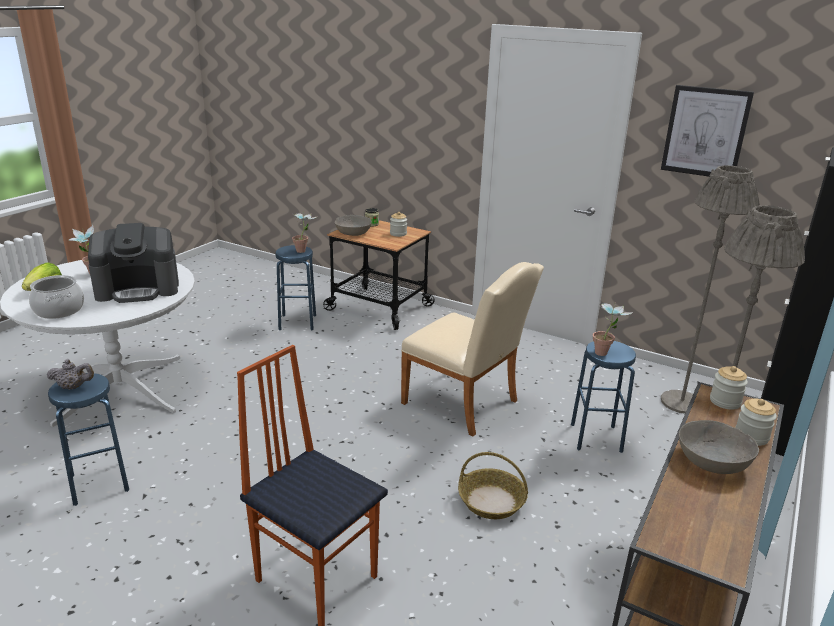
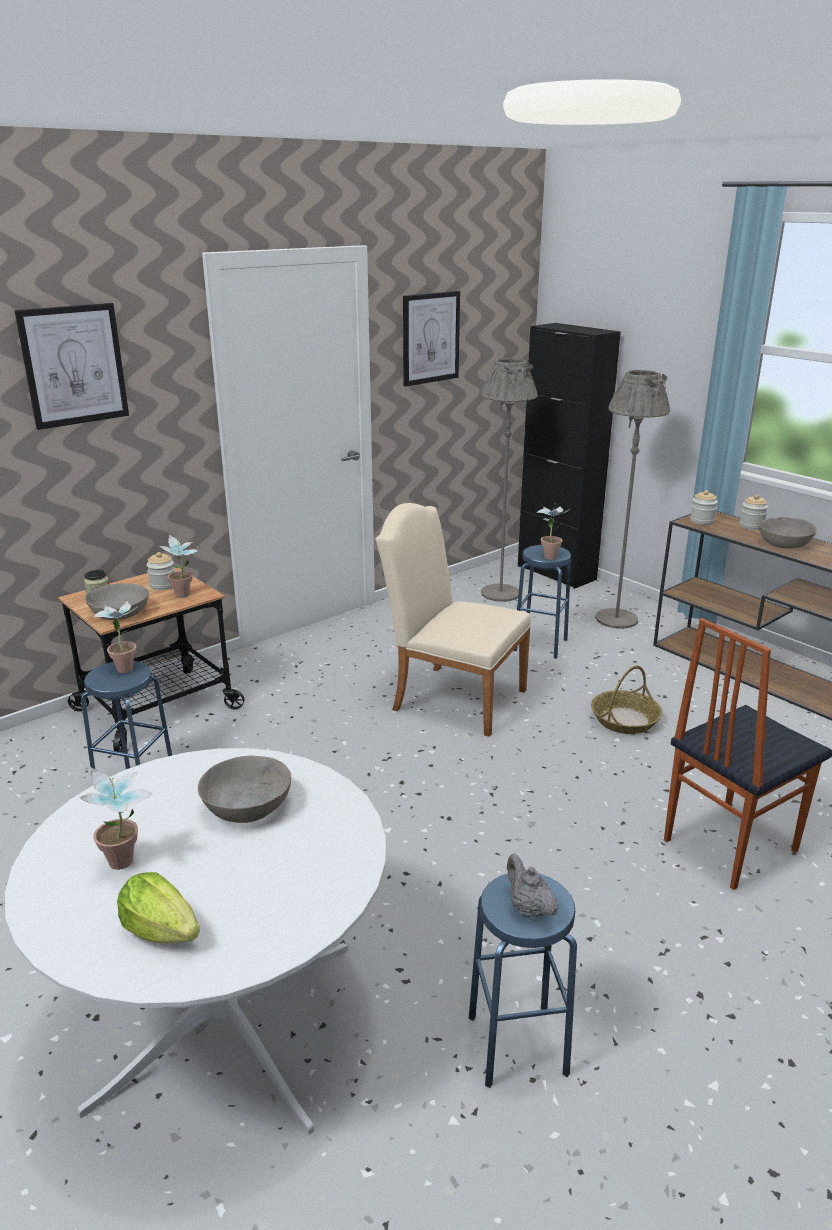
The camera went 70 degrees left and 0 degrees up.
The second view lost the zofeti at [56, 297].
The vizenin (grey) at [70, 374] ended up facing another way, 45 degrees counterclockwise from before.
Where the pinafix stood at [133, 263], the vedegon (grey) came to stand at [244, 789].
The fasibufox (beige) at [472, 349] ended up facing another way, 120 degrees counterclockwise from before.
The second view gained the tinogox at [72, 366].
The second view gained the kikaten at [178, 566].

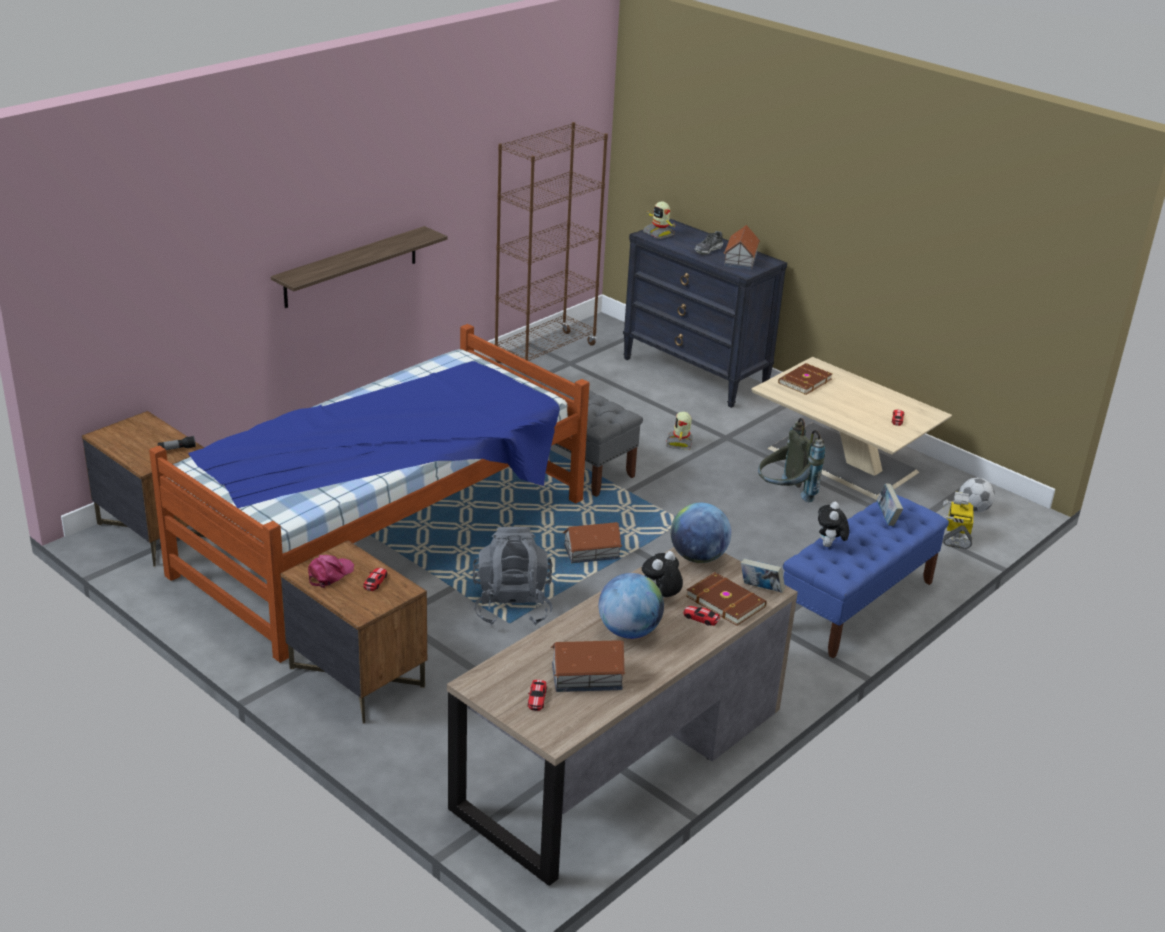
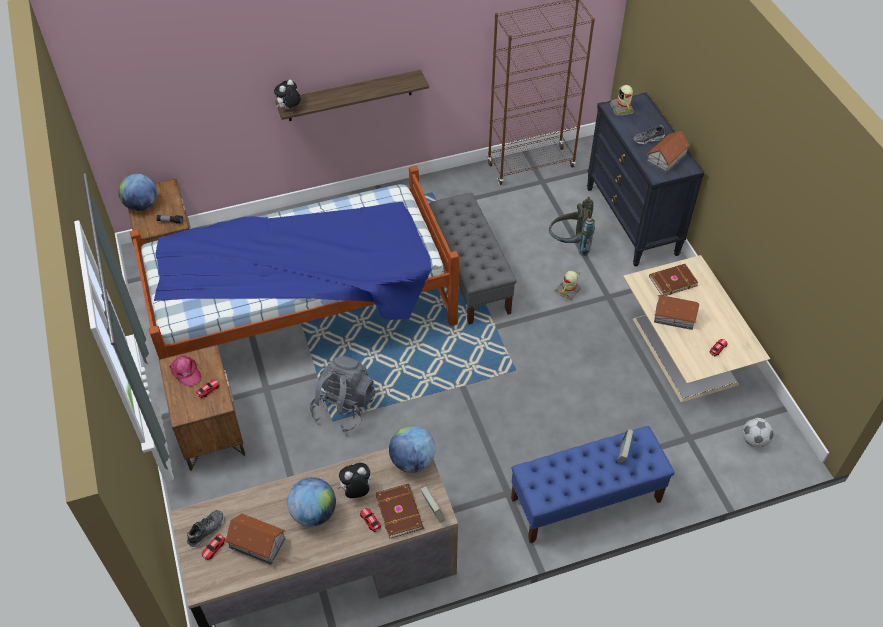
The camera went 30 degrees right and 20 degrees up.
The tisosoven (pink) at [331, 571] ended up facing another way, 75 degrees clockwise from before.
The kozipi ended up elsewhere, having gone from [592, 542] to [676, 312].
The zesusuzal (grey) ended up elsewhere, having gone from [791, 460] to [572, 226].
The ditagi ended up elsewhere, having gone from [833, 524] to [287, 94].
The second view lost the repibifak at [958, 520].
The second view gained the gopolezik at [137, 192].
The second view gained the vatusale at [205, 529].

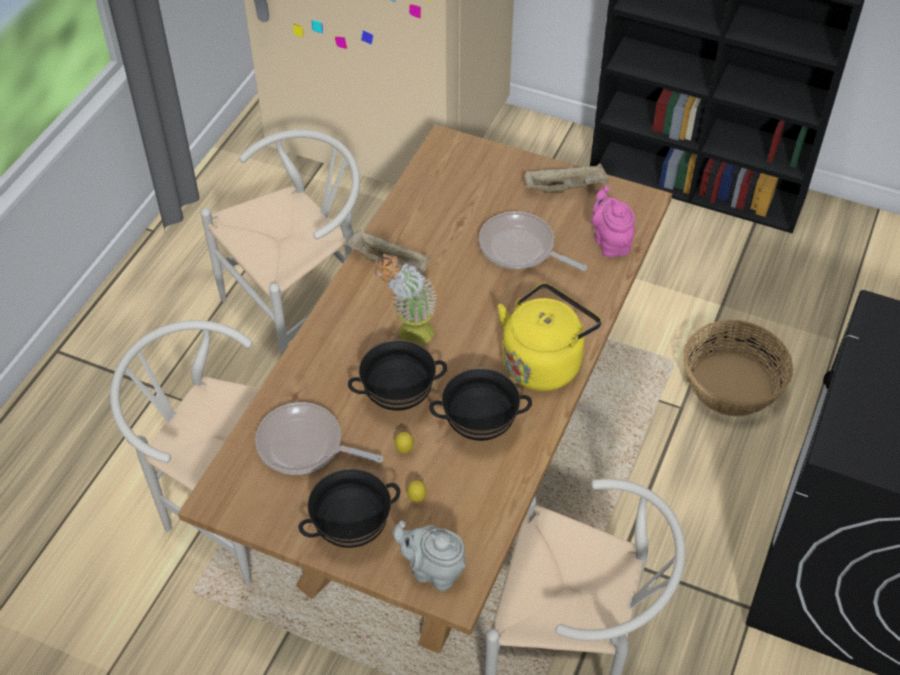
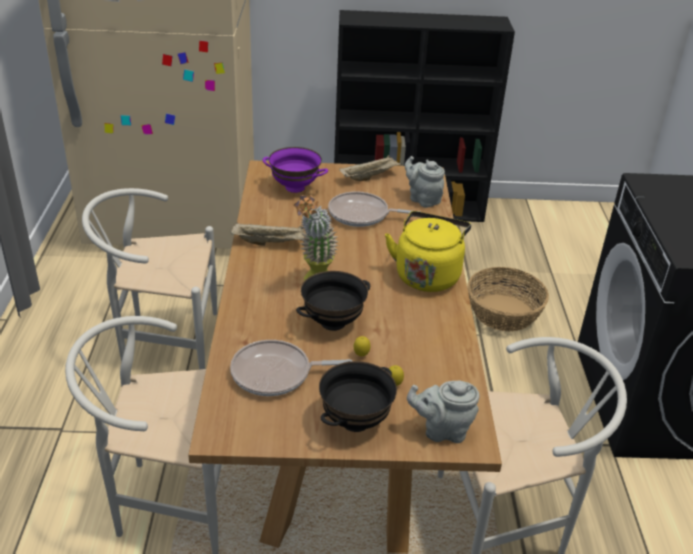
The camera went 25 degrees left and 15 degrees down.
The fasibufox (white) at [280, 242] ended up facing another way, 120 degrees counterclockwise from before.
The second view lost the vedegon (black) at [480, 404].
What was the vizenin (pink) at [613, 221] turned into the vizenin (grey) at [425, 182].
The second view gained the vedegon (purple) at [295, 170].

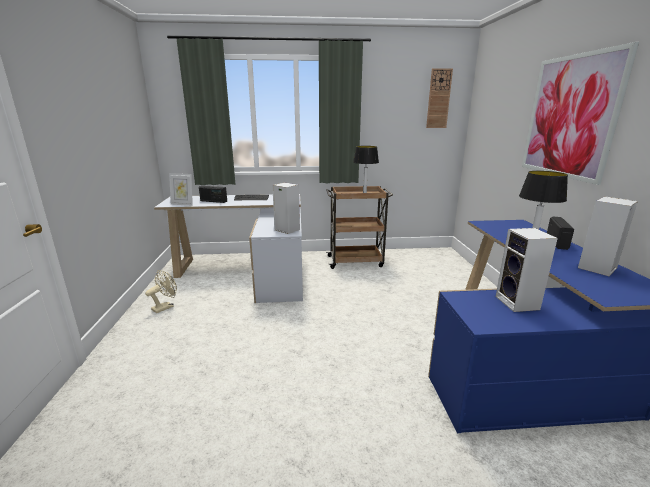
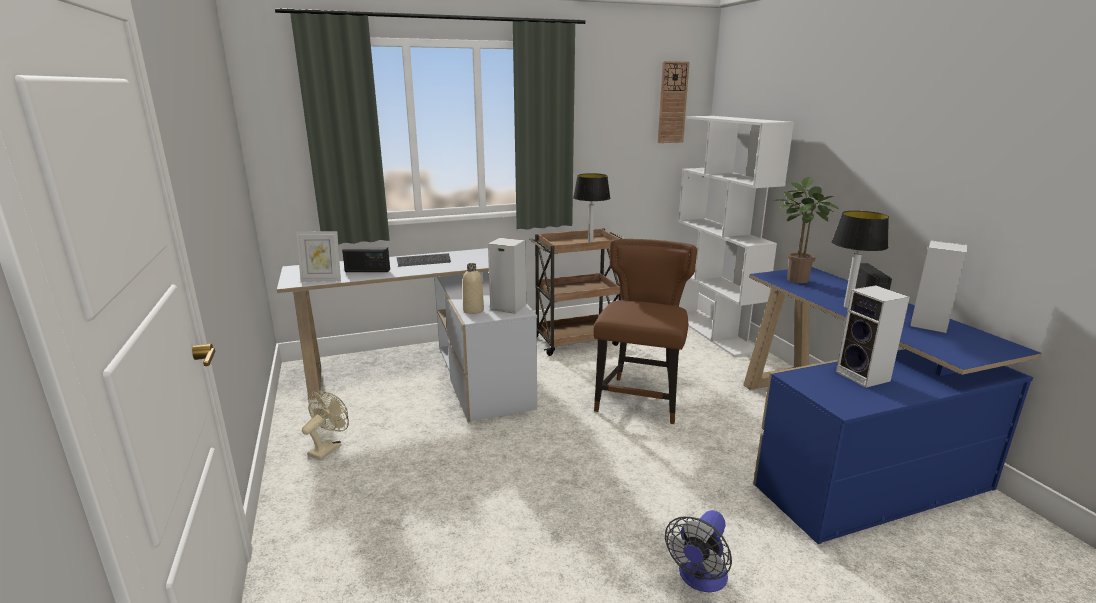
The camera went 15 degrees left and 0 degrees up.
The second view lost the tinogox at [580, 113].
The second view gained the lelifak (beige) at [473, 288].
The second view gained the fasibufox (brown) at [645, 331].
The second view gained the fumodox at [698, 551].
The second view gained the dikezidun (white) at [736, 236].
The second view gained the kikaten at [807, 230].

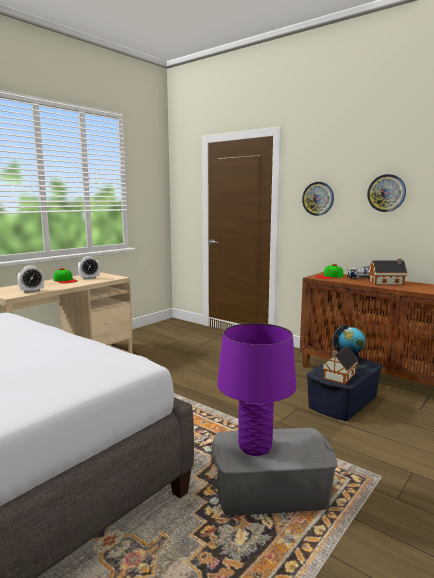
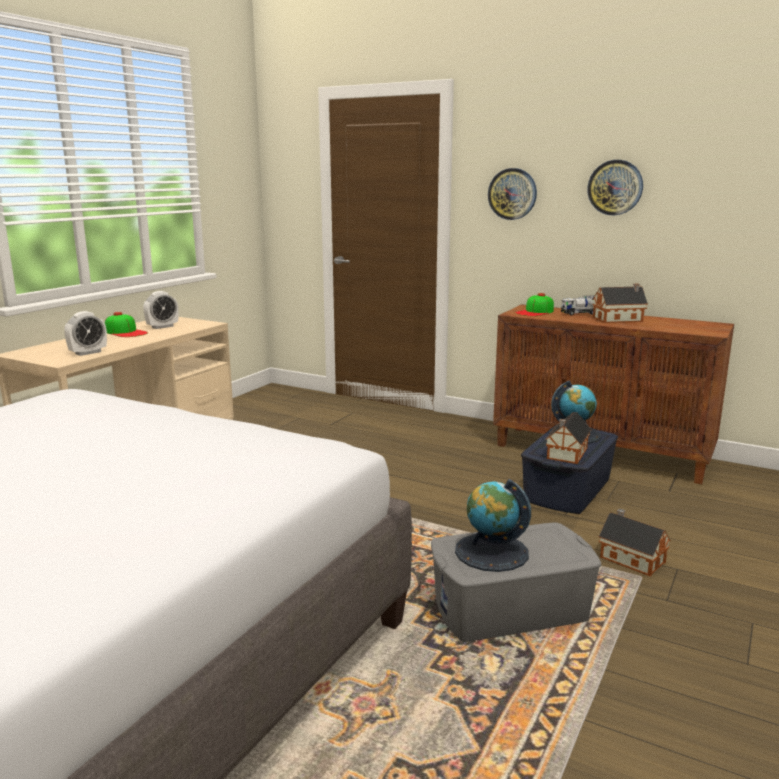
The camera went 10 degrees left and 5 degrees up.
Where the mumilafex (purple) stood at [256, 389], the gopolezik came to stand at [493, 525].
The second view gained the kozipi at [635, 543].

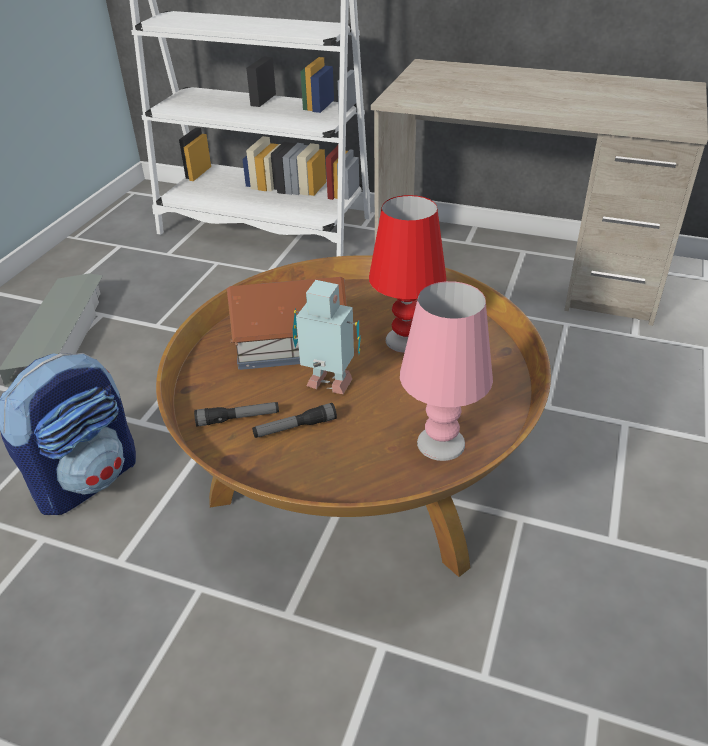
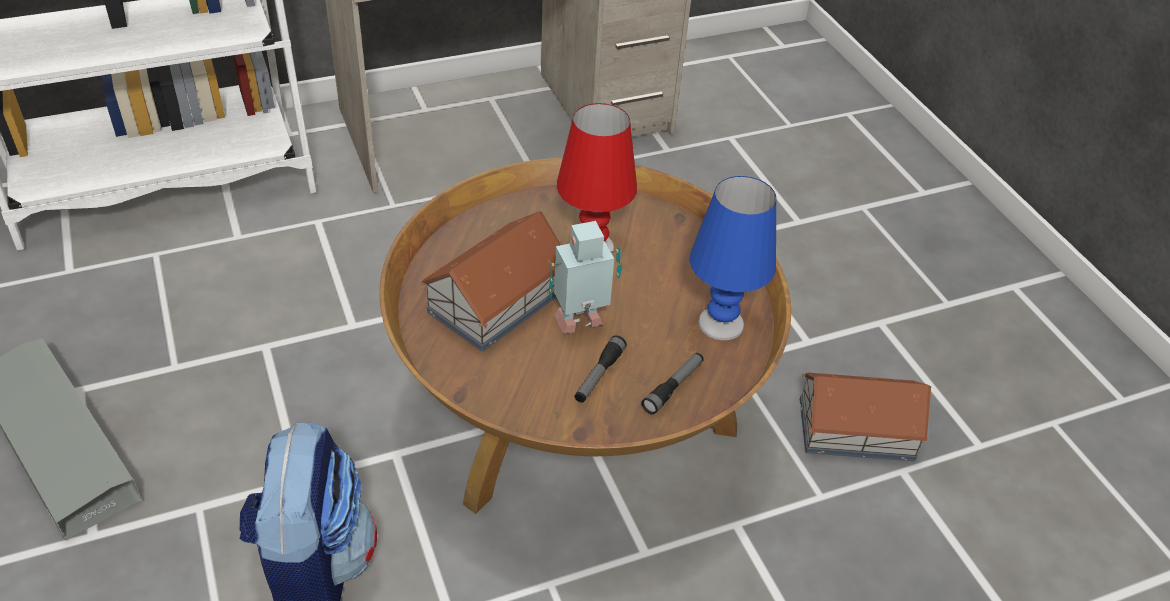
The camera went 45 degrees left and 5 degrees up.
The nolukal ended up elsewhere, having gone from [236, 414] to [672, 384].
What was the mumilafex (pink) at [446, 371] turned into the mumilafex (blue) at [733, 258].
The second view gained the kozipi at [865, 417].

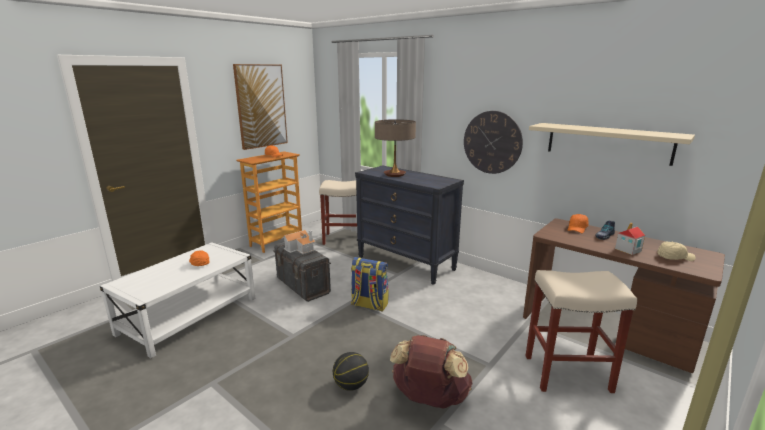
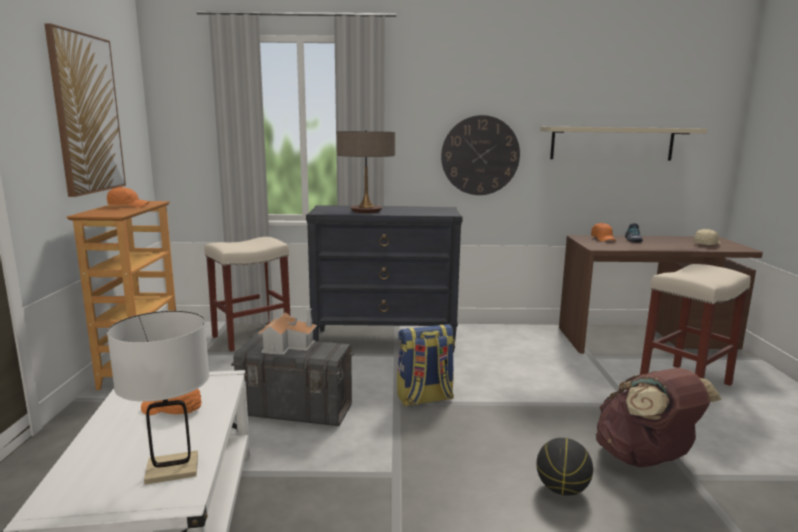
The camera went 40 degrees left and 5 degrees down.
The second view lost the kozipi at [630, 239].
The second view gained the mumilafex (white) at [158, 398].

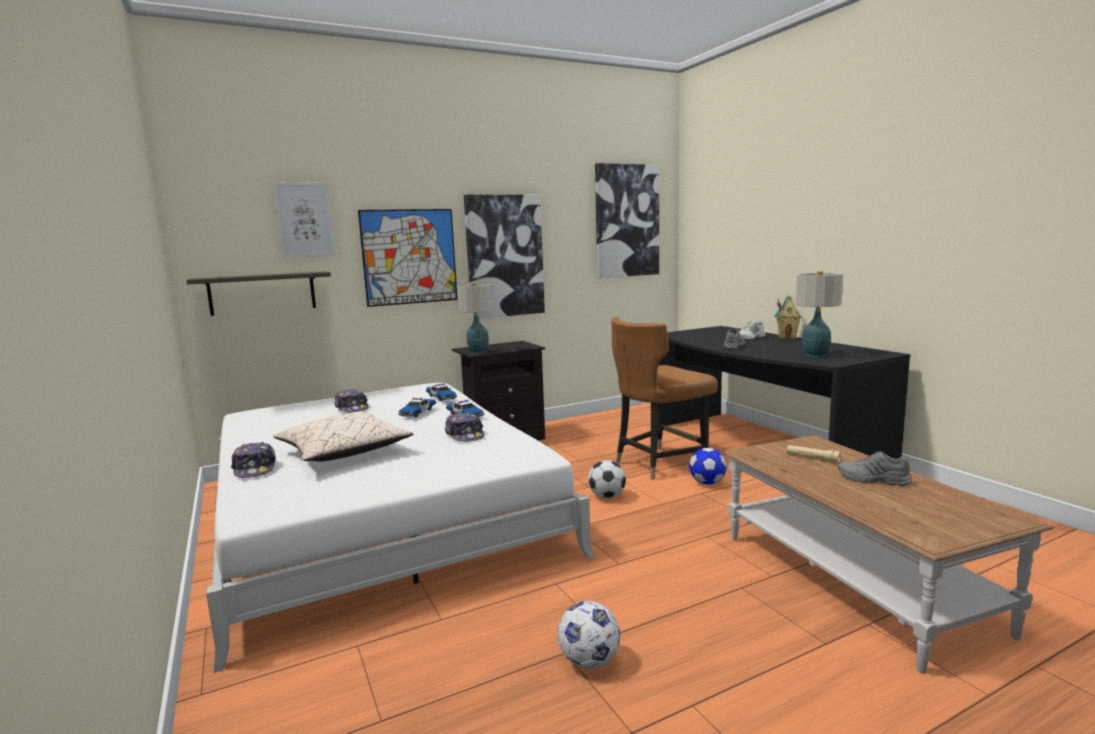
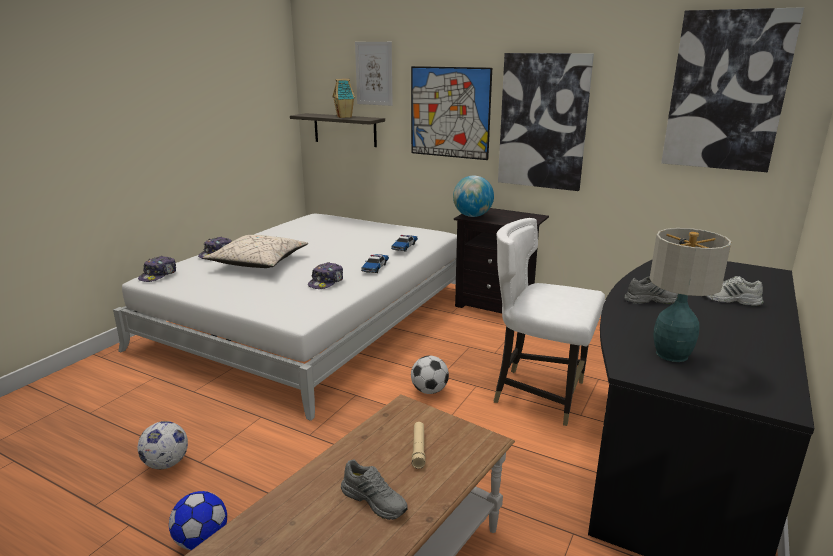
The camera went 55 degrees right and 10 degrees up.
The tisosoven ended up elsewhere, having gone from [351, 400] to [157, 269].
The second view lost the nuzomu at [417, 407].
Where the mumilafex stood at [475, 318], the gopolezik came to stand at [473, 196].
What was the fasibufox (brown) at [664, 398] turned into the fasibufox (white) at [549, 322].
The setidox ended up elsewhere, having gone from [708, 466] to [198, 520].
The kozipi ended up elsewhere, having gone from [788, 317] to [343, 98].
The vatusale (grey) at [875, 468] ended up facing another way, 135 degrees clockwise from before.

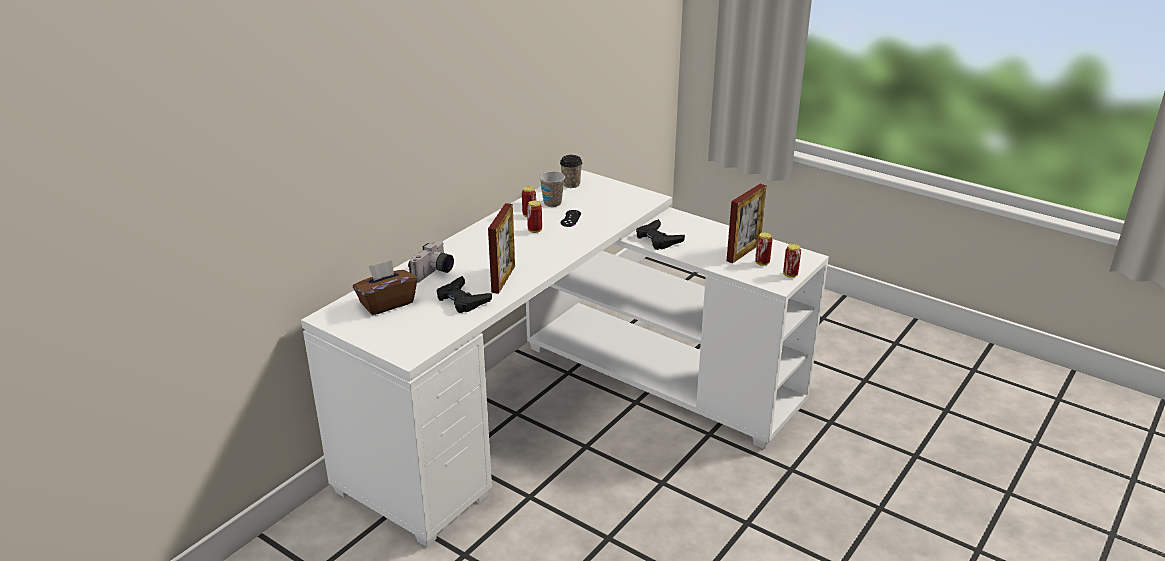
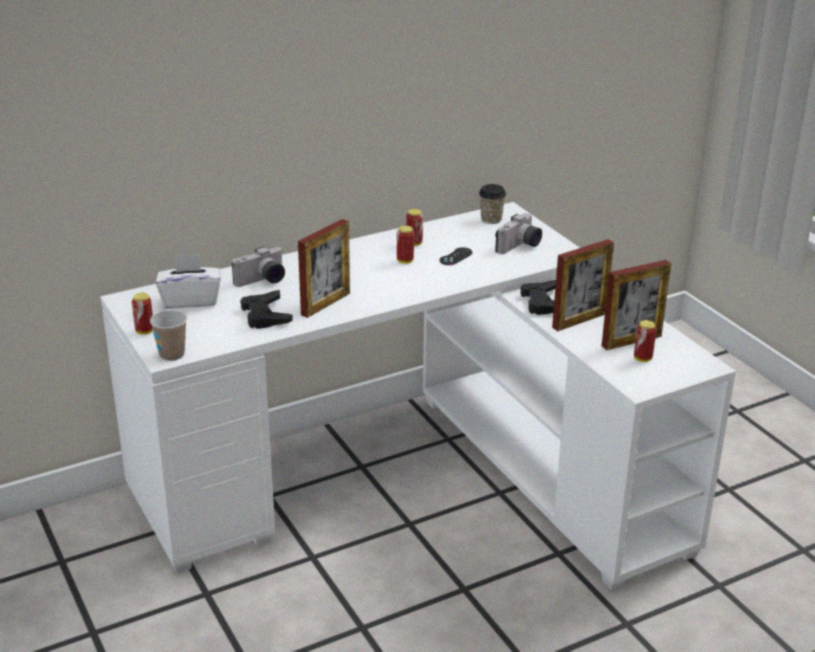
The camera went 25 degrees right and 0 degrees up.
What was the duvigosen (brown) at [385, 287] turned into the duvigosen (white) at [188, 281].
The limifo ended up elsewhere, having gone from [552, 189] to [168, 335].
The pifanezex ended up elsewhere, having gone from [792, 261] to [142, 314].
The second view gained the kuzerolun at [518, 233].
The second view gained the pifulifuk at [583, 285].

